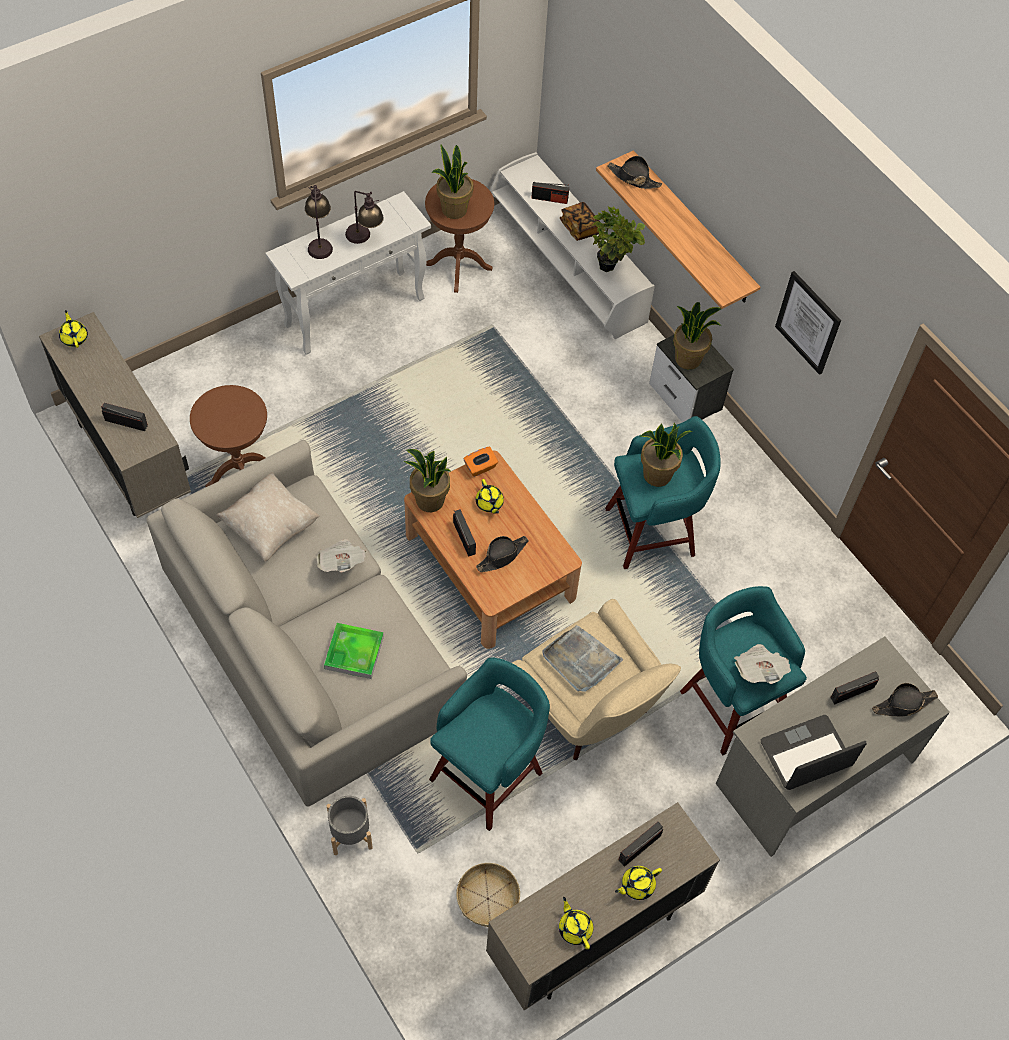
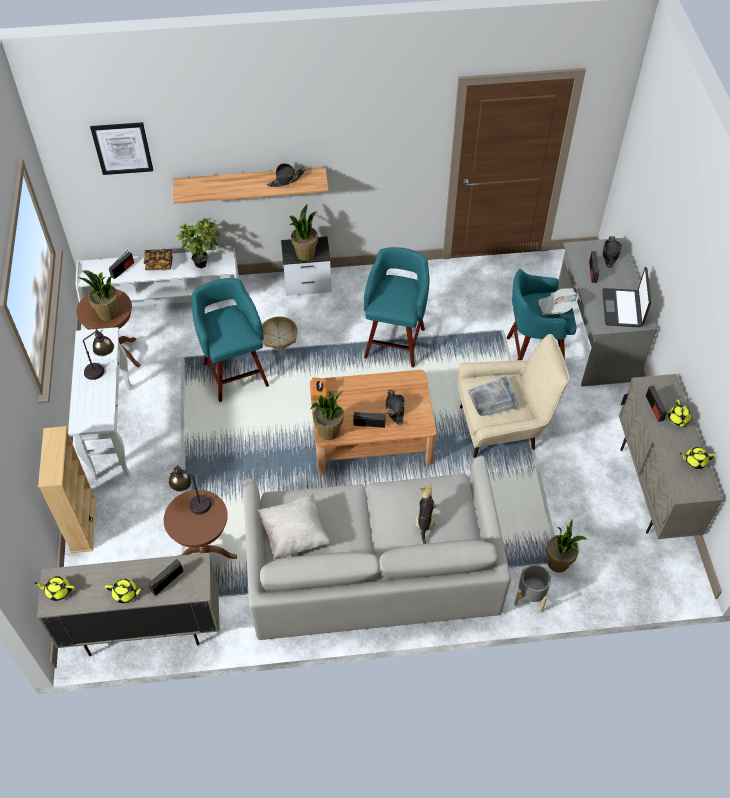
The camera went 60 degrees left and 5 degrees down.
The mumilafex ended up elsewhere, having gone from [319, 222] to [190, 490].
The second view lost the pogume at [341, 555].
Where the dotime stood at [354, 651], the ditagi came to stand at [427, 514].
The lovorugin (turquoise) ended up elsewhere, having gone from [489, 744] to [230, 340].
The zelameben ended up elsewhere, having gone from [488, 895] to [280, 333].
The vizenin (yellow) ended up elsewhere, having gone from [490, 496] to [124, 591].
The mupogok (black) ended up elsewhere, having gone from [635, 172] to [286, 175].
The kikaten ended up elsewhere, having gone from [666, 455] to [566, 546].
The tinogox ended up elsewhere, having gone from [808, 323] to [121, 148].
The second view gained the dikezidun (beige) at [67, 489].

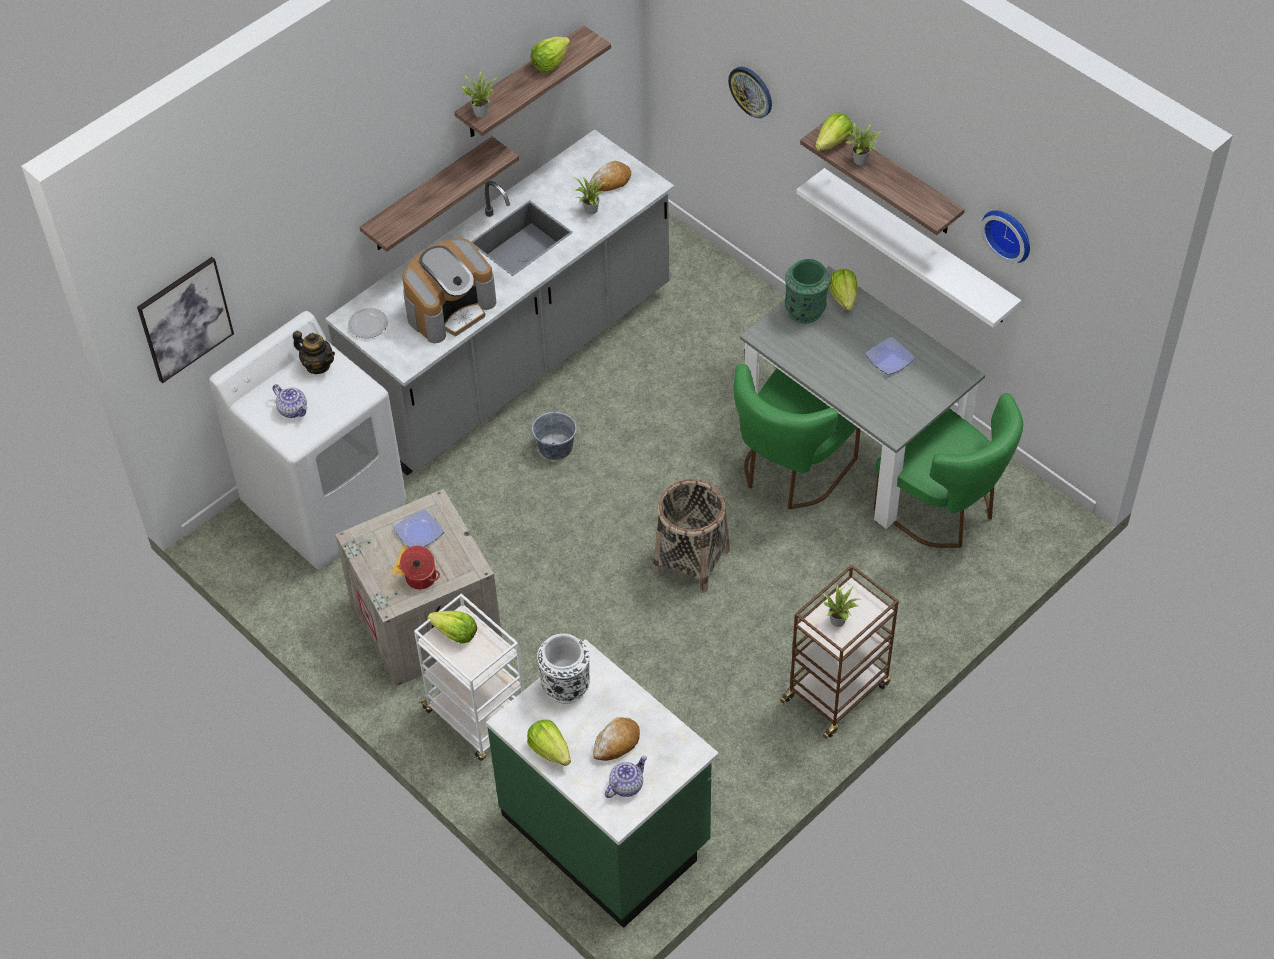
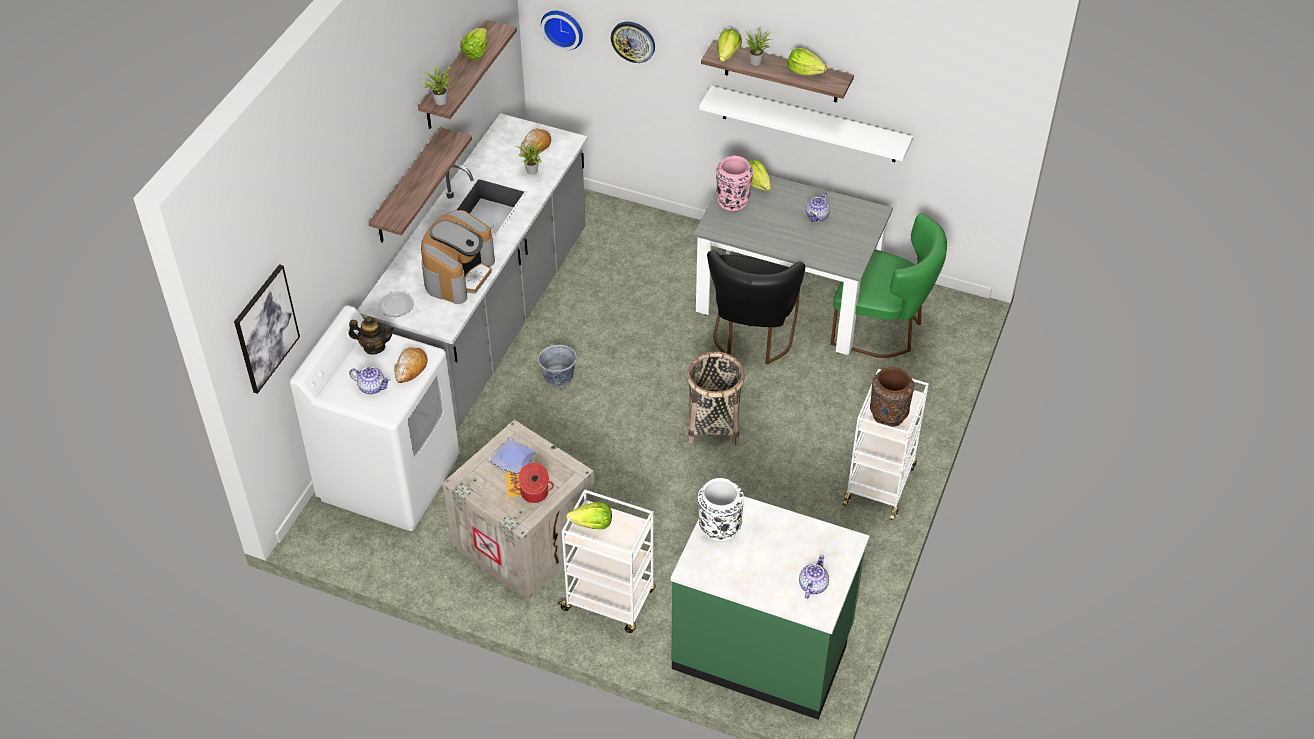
The camera went 25 degrees left and 5 degrees down.
The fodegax ended up elsewhere, having gone from [549, 743] to [807, 61].
The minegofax ended up elsewhere, having gone from [616, 739] to [411, 365].
What was the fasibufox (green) at [797, 436] turned into the fasibufox (black) at [756, 307].
What was the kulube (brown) at [839, 651] turned into the kulube (white) at [885, 445].
What was the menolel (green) at [807, 291] turned into the menolel (pink) at [734, 183].
Where the kikaten stood at [841, 605], the menolel (brown) came to stand at [892, 397].
Where the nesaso stood at [890, 356], the vizenin came to stand at [818, 207].
The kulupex ended up elsewhere, having gone from [1005, 236] to [562, 30].

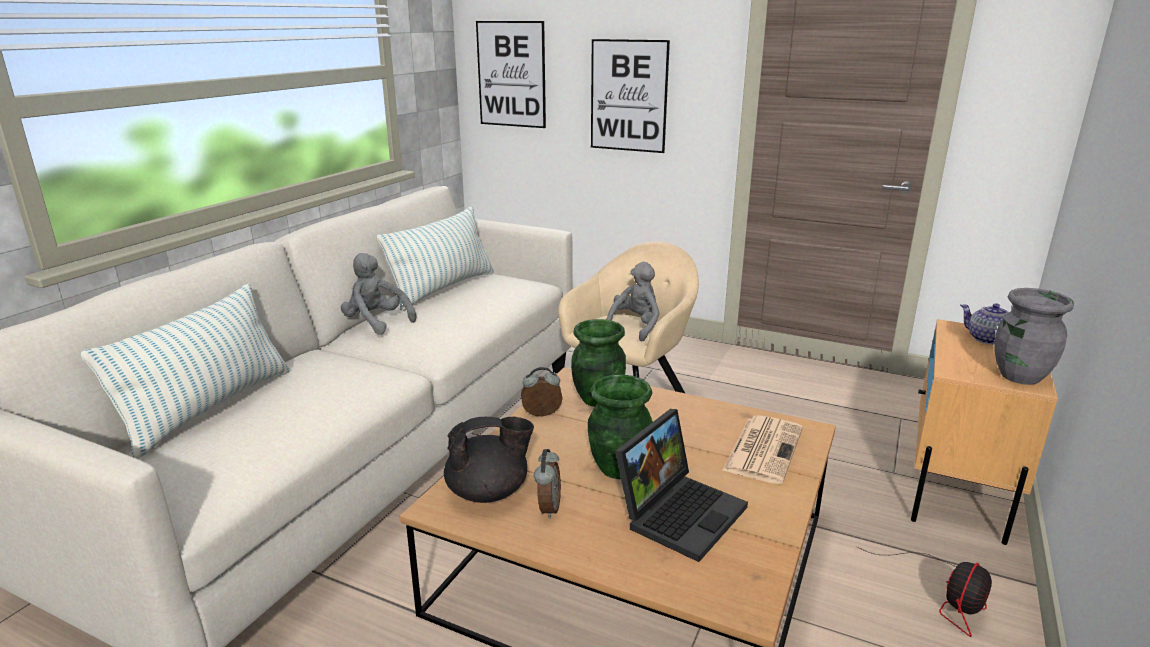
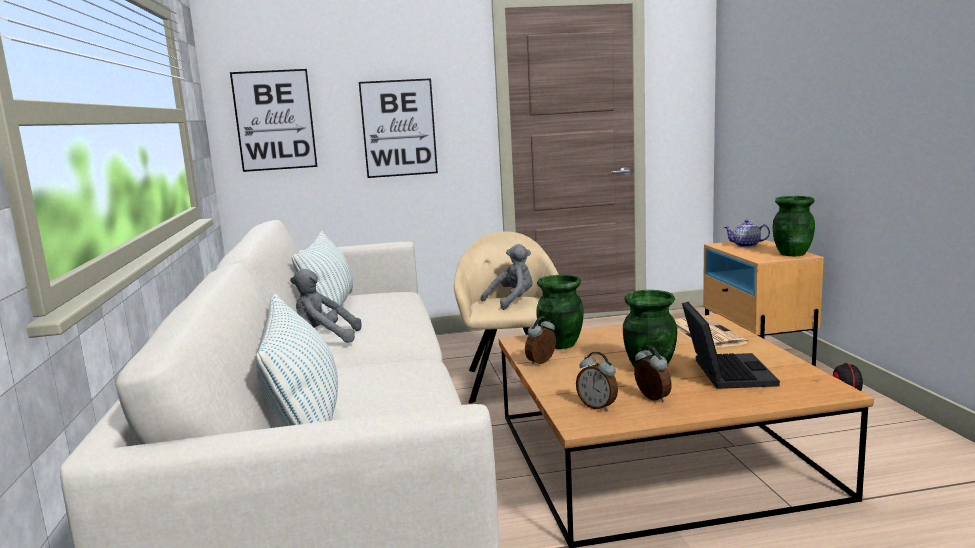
The camera went 35 degrees left and 10 degrees down.
Where the vizenin (black) stood at [489, 460], the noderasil came to stand at [597, 381].
The ditagi (grey) at [632, 301] ended up facing another way, 60 degrees clockwise from before.
What was the menolel (grey) at [1034, 336] turned into the menolel (green) at [794, 226].

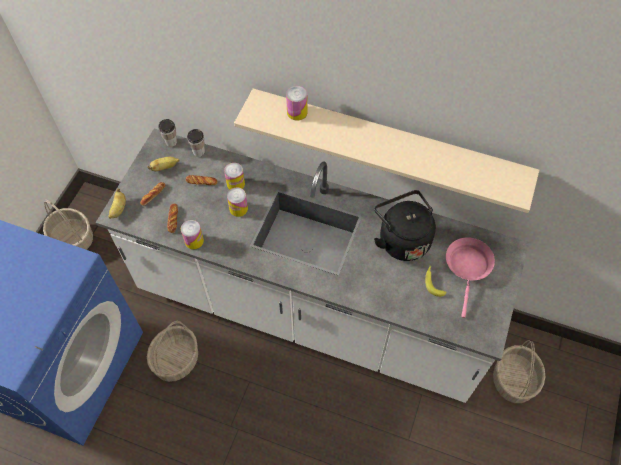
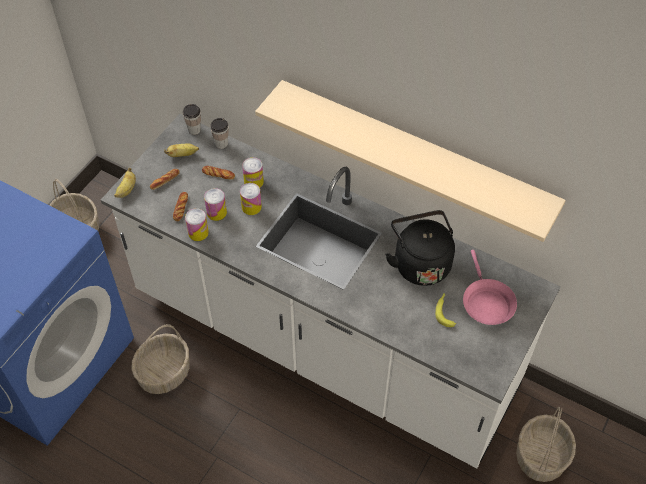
The camera went 10 degrees right and 5 degrees down.
The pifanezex ended up elsewhere, having gone from [296, 103] to [215, 204].
The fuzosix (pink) at [470, 277] ended up facing another way, 150 degrees clockwise from before.

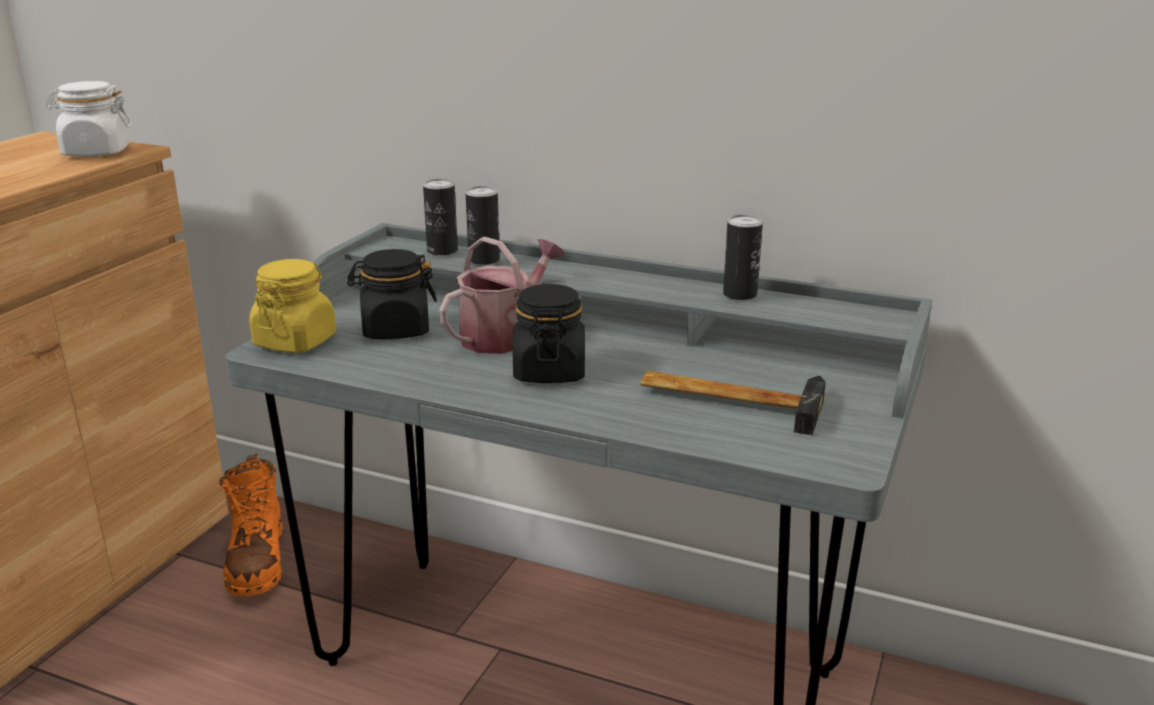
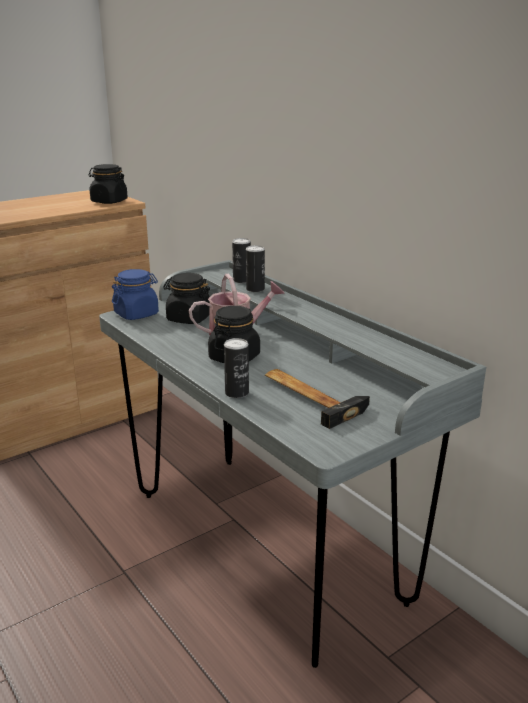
The camera went 30 degrees right and 0 degrees up.
What was the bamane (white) at [89, 119] turned into the bamane (black) at [108, 184].
The second view lost the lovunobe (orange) at [250, 525].
What was the bamane (yellow) at [292, 306] turned into the bamane (blue) at [135, 294].
The pifanezex ended up elsewhere, having gone from [743, 257] to [236, 368].

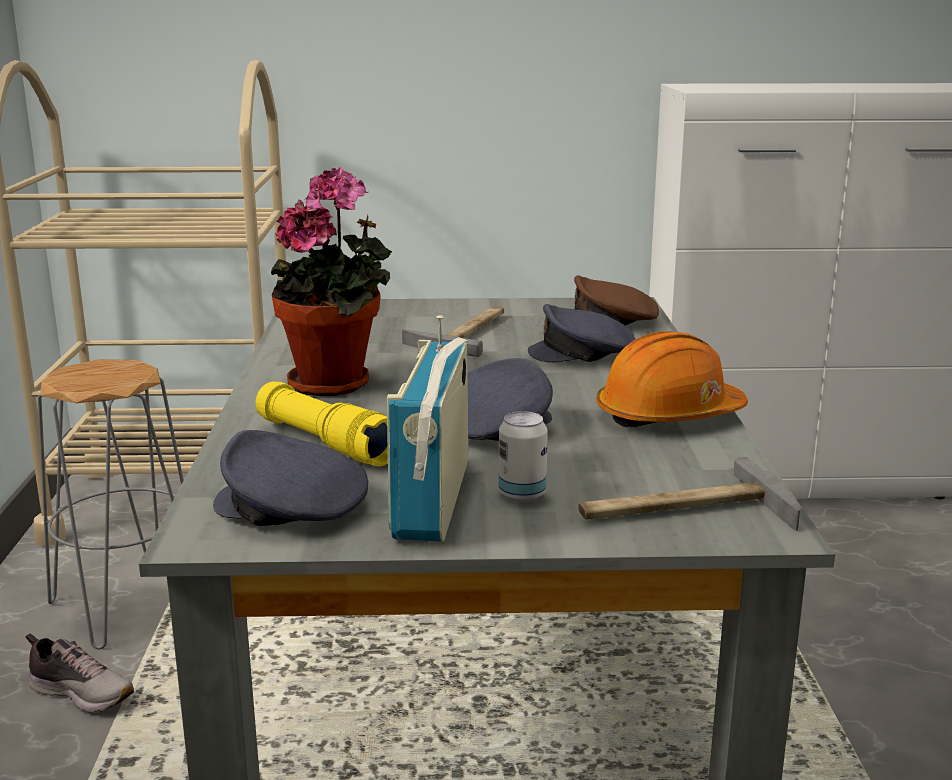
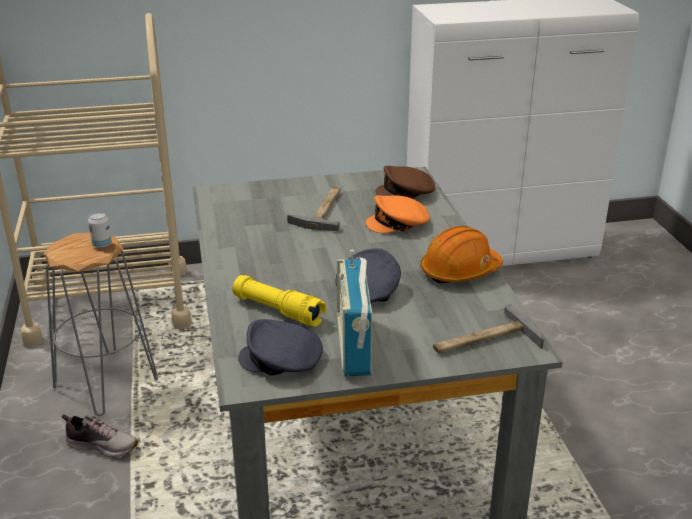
The camera went 10 degrees left and 10 degrees up.
The second view lost the kikaten at [331, 281].
The pifanezex ended up elsewhere, having gone from [523, 457] to [100, 230].
What was the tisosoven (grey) at [581, 333] turned into the tisosoven (orange) at [398, 214].

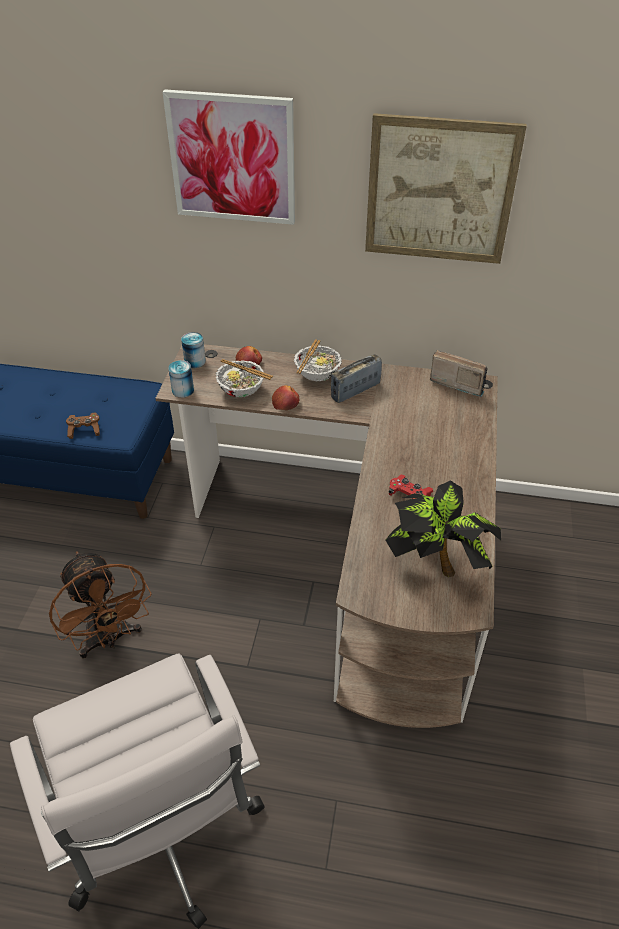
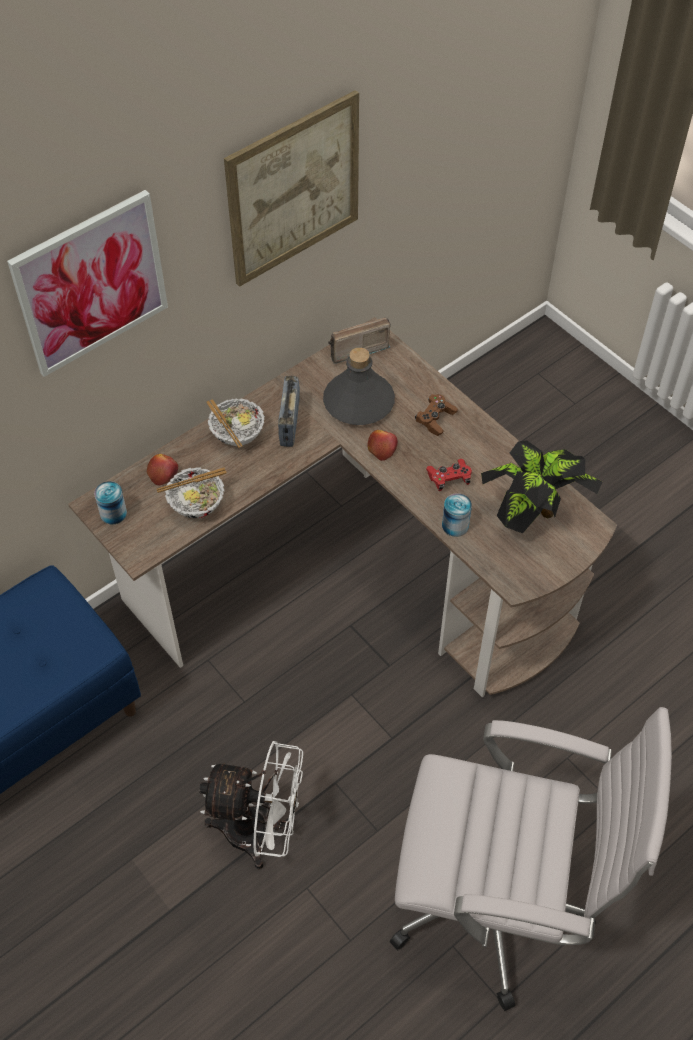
The camera went 50 degrees left and 10 degrees up.
What was the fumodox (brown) at [100, 605] turned into the fumodox (white) at [251, 805].
The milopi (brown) ended up elsewhere, having gone from [83, 426] to [436, 415].
The pifanezex ended up elsewhere, having gone from [181, 379] to [457, 515].
The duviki ended up elsewhere, having gone from [285, 397] to [383, 445].
The second view gained the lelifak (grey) at [359, 386].

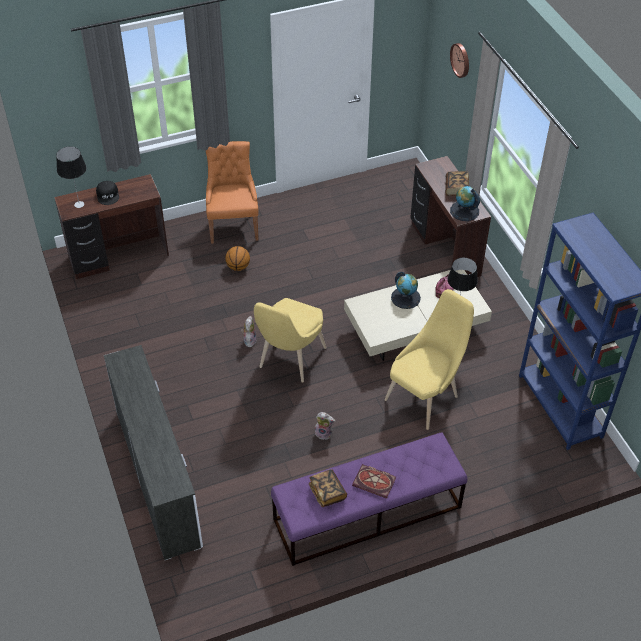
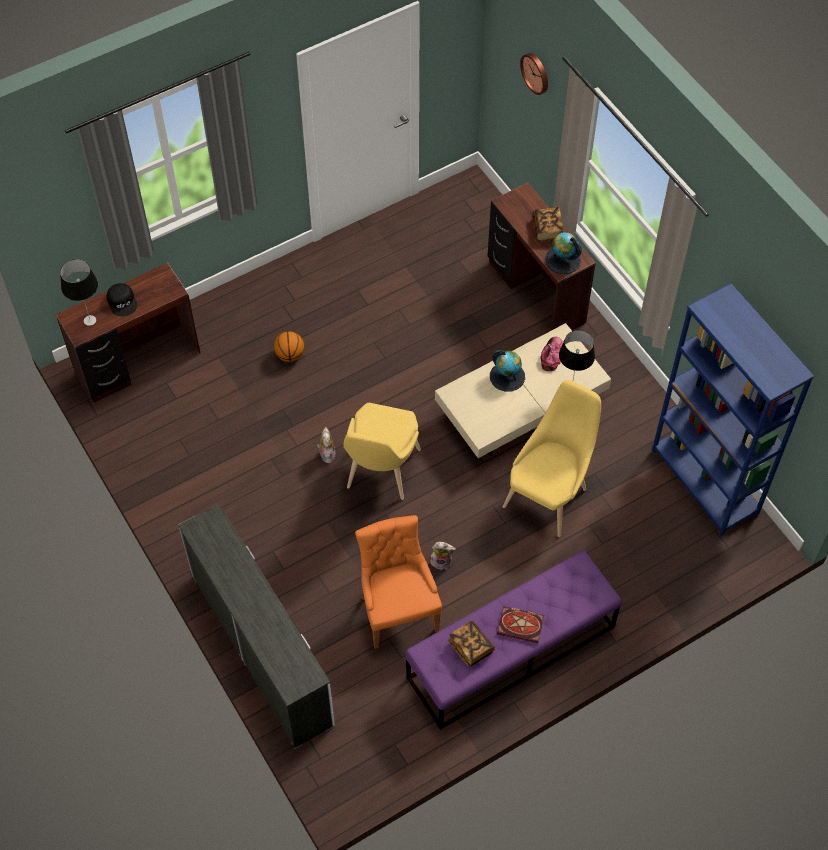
The camera went 10 degrees left and 10 degrees up.
The fasibufox (orange) ended up elsewhere, having gone from [232, 192] to [398, 582].

